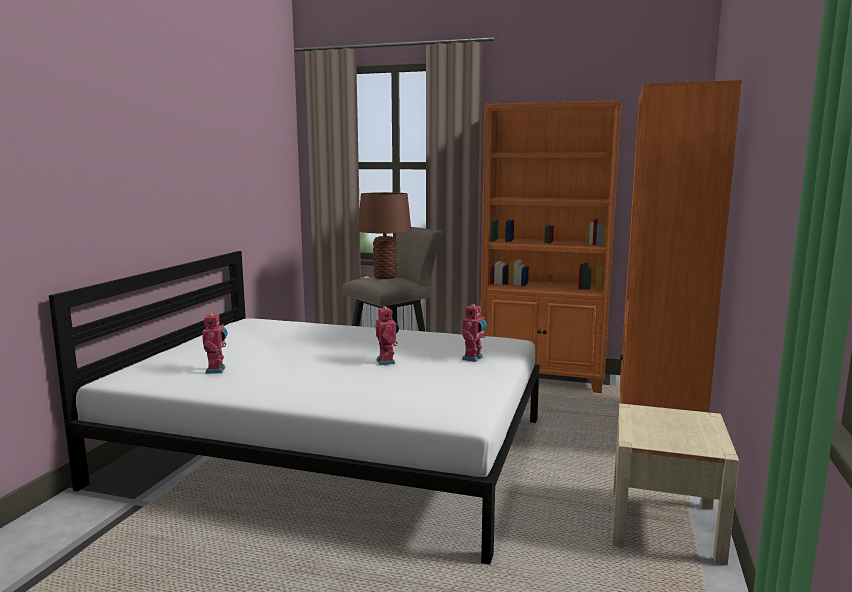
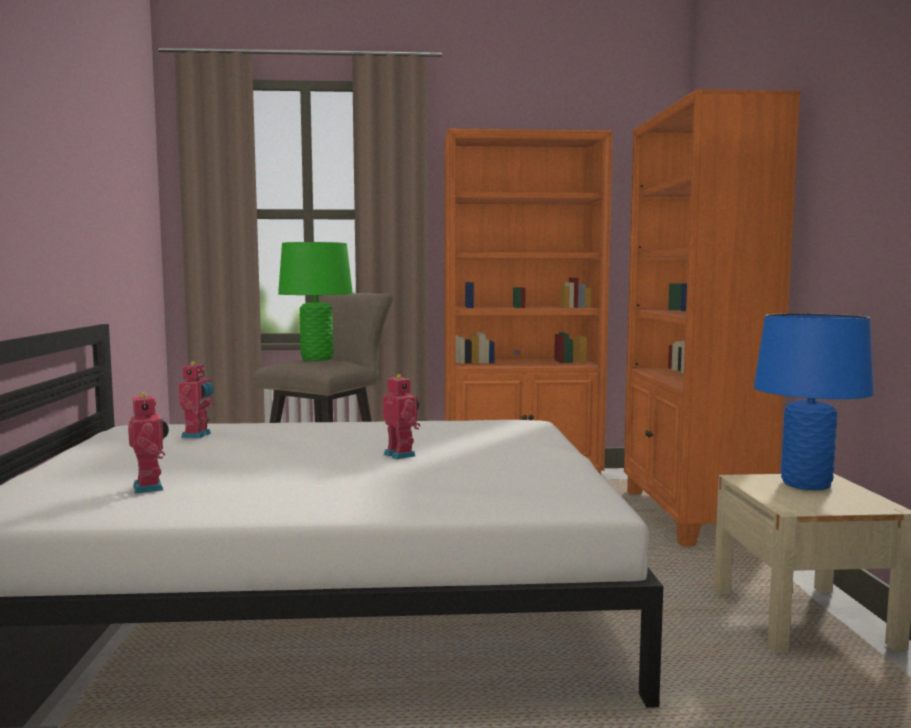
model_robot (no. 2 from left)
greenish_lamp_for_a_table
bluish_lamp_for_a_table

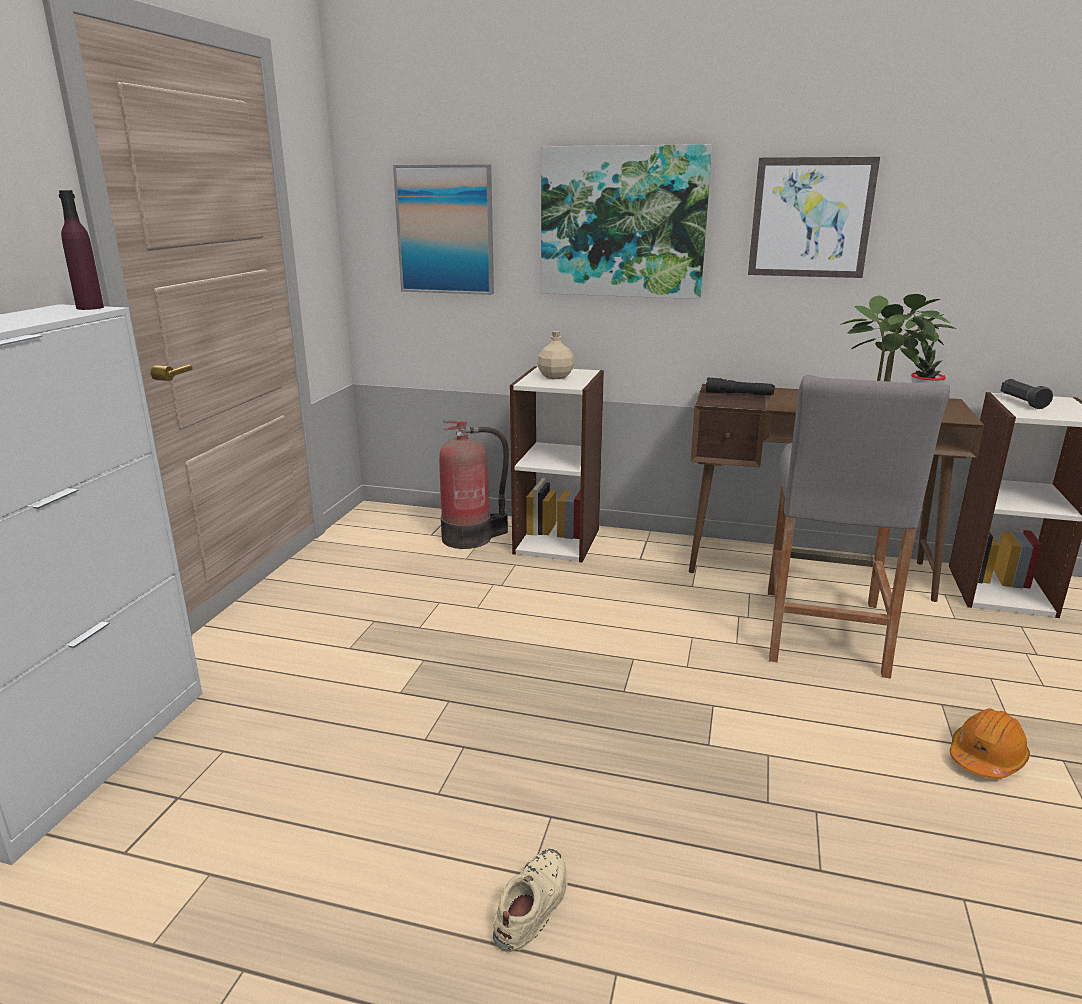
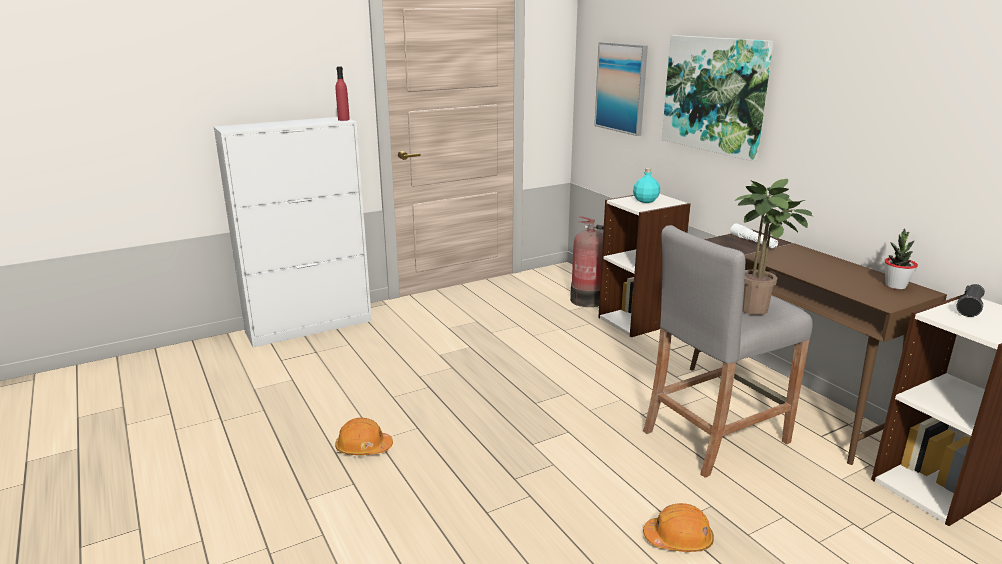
red_beverage_bottle
orange-coloured_work_helmet (no. 1 from left)
blue-green_beverage_bottle
white_flashlight
picture (no. 3 from left in the first image)

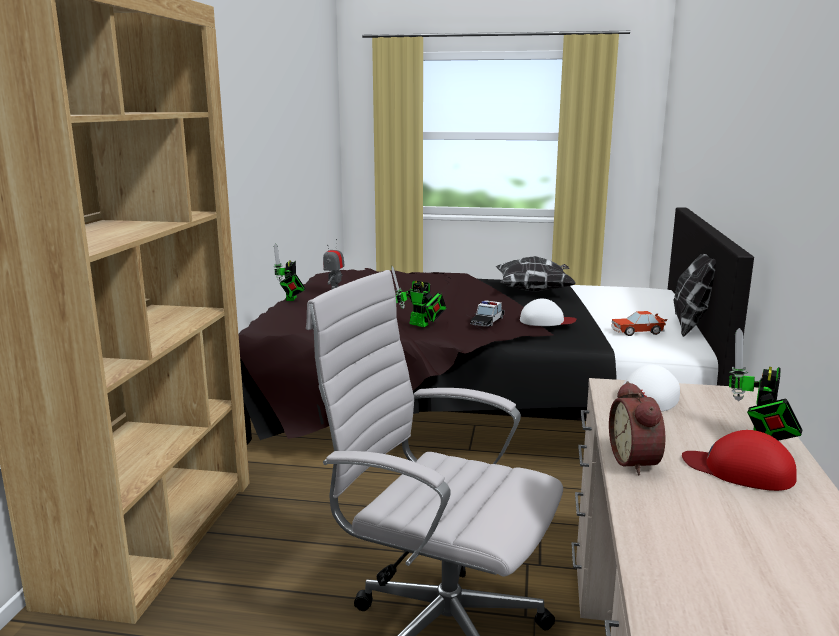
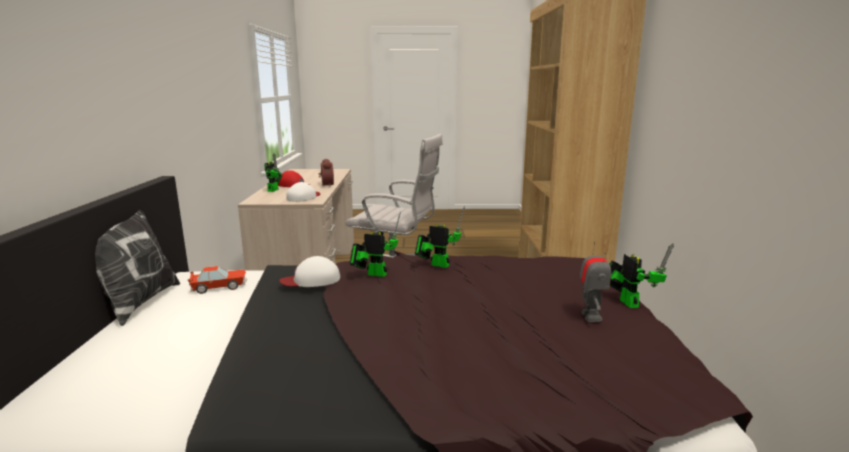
model_robot (no. 2 from left)
cushion (no. 1 from left in the first image)

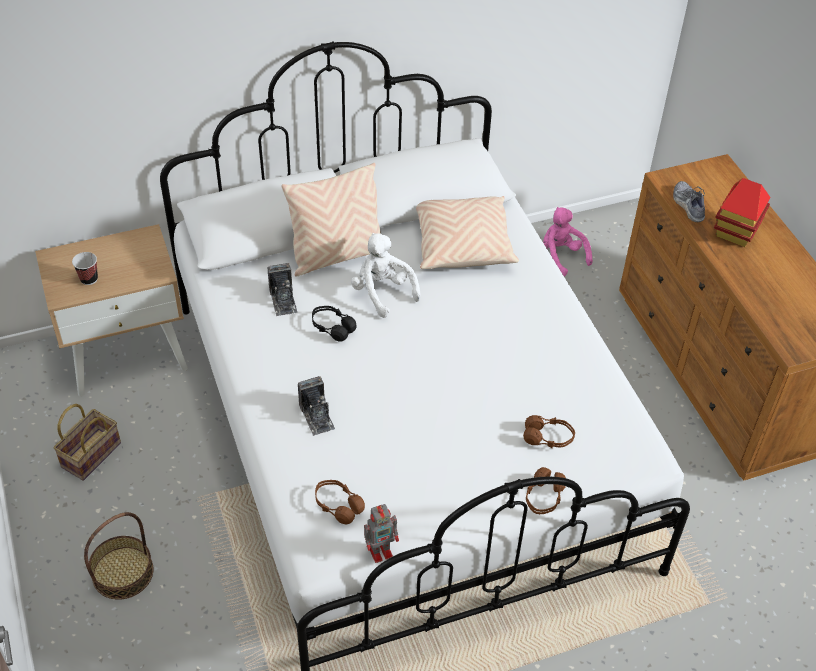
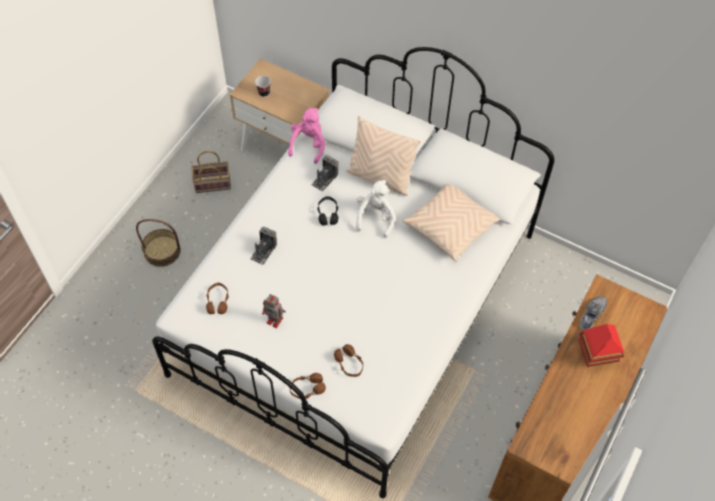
model_robot
pinkish_soft_toy

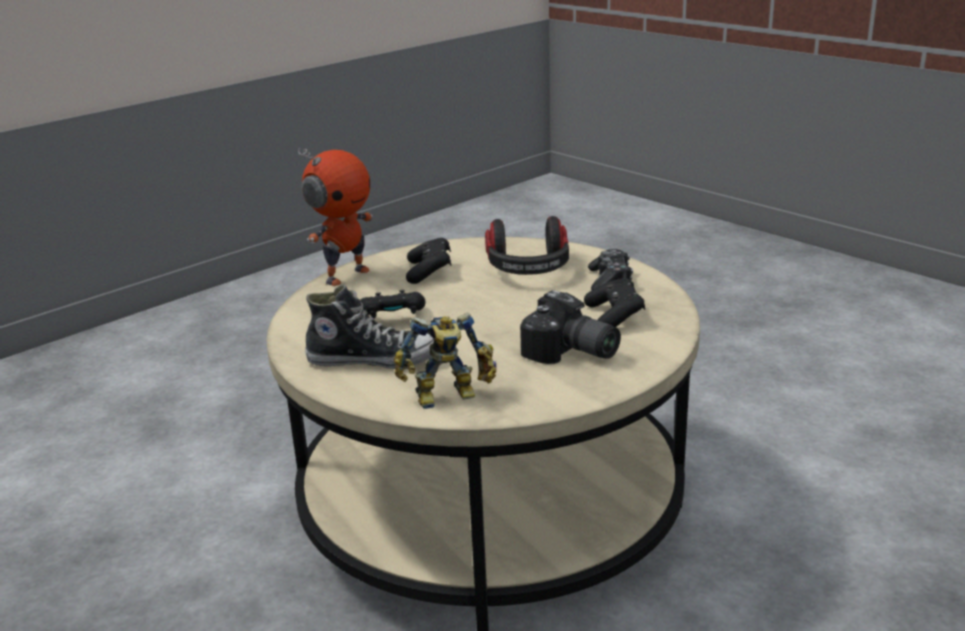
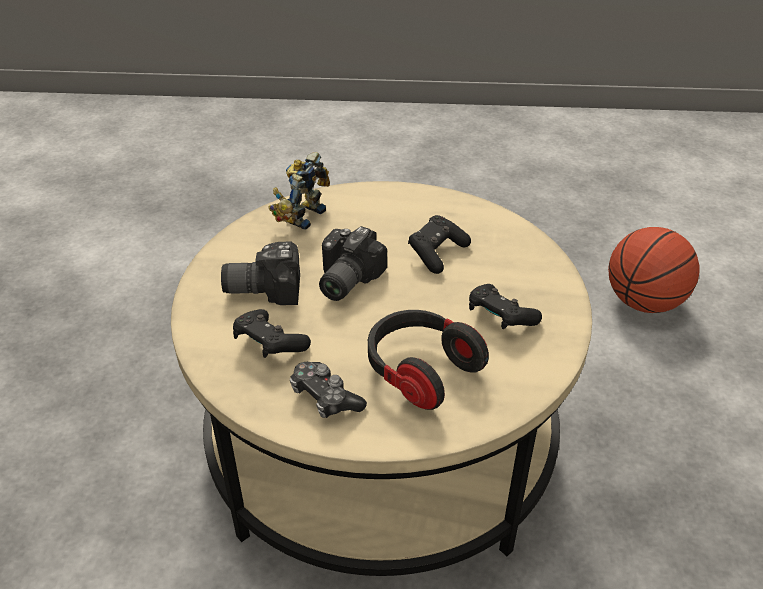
photo_camera (no. 2 from left)
basketball_ball
model_robot (no. 1 from left in the first image)
shoe

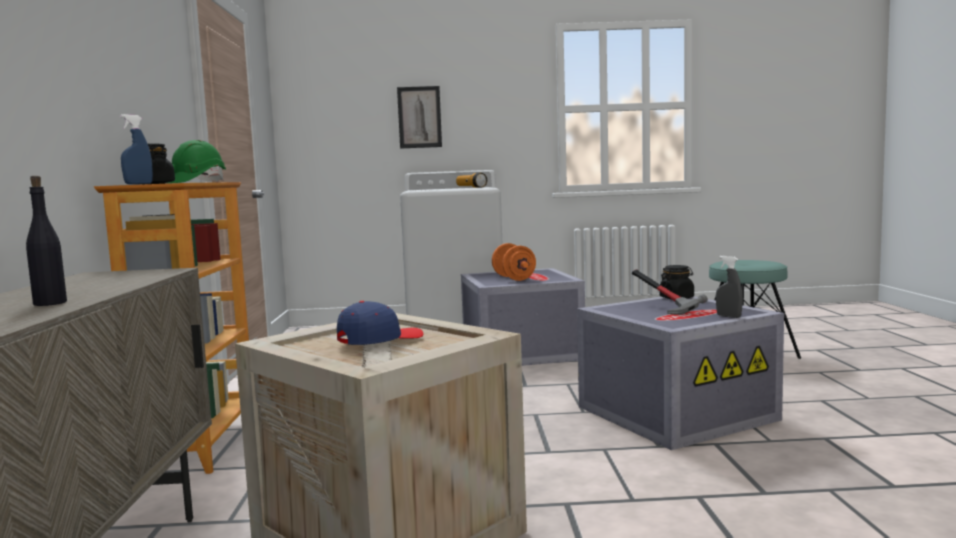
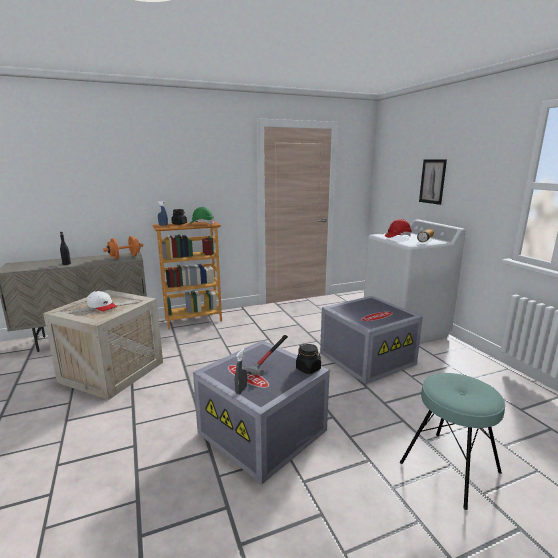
white_cap
orange-coloured_dumbbell
red_work_helmet

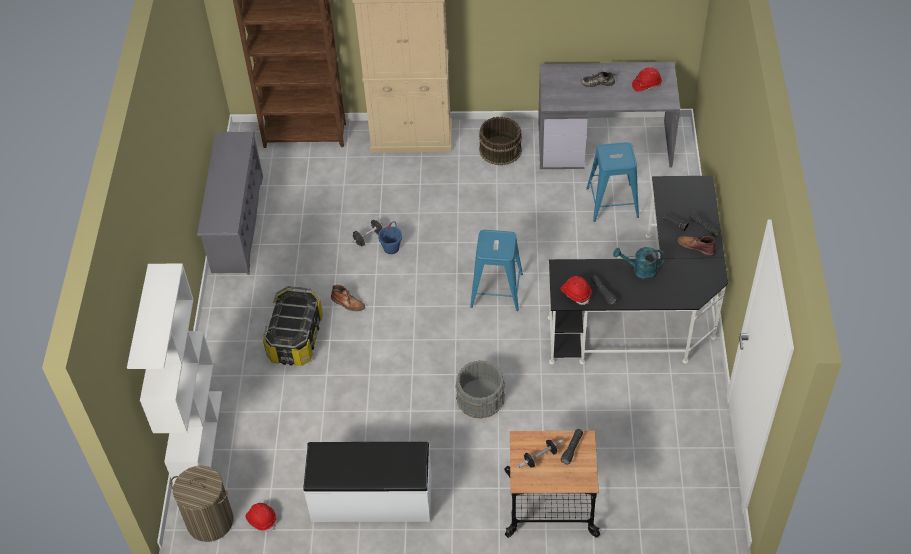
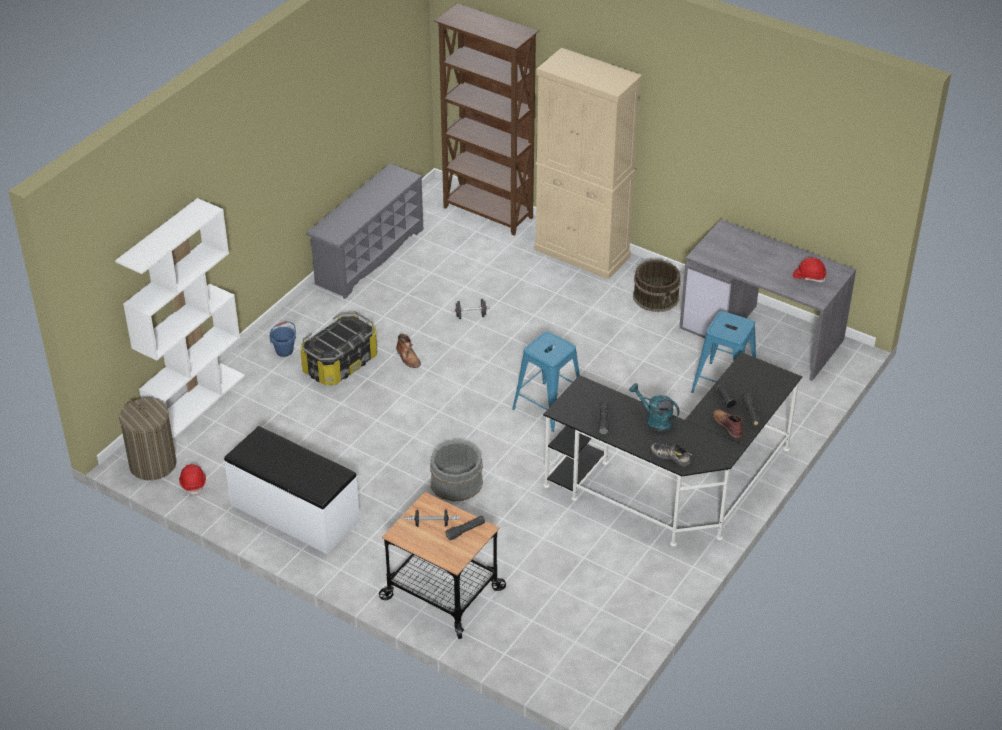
bluish_water_bucket
shoe
red_work_helmet (no. 2 from left in the first image)

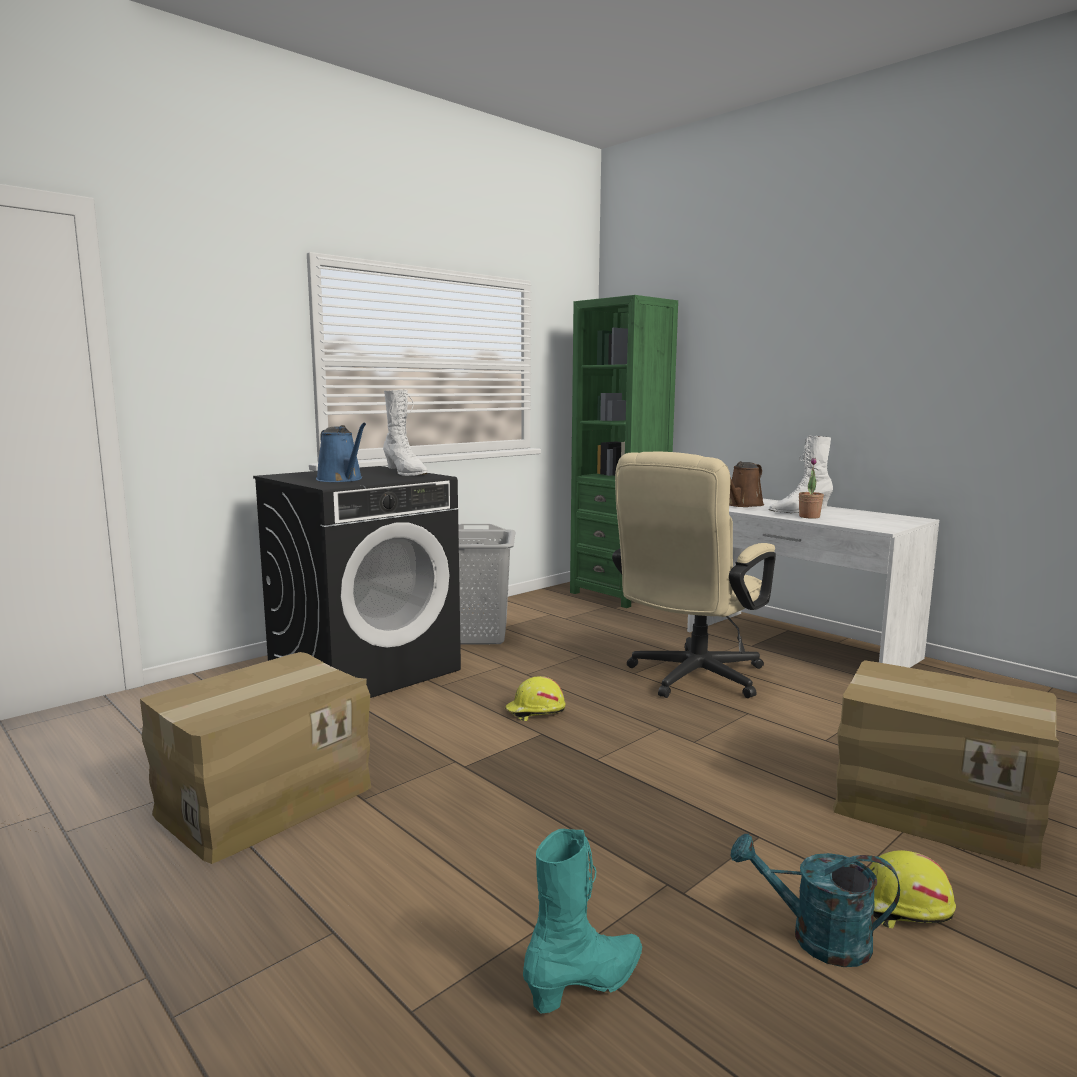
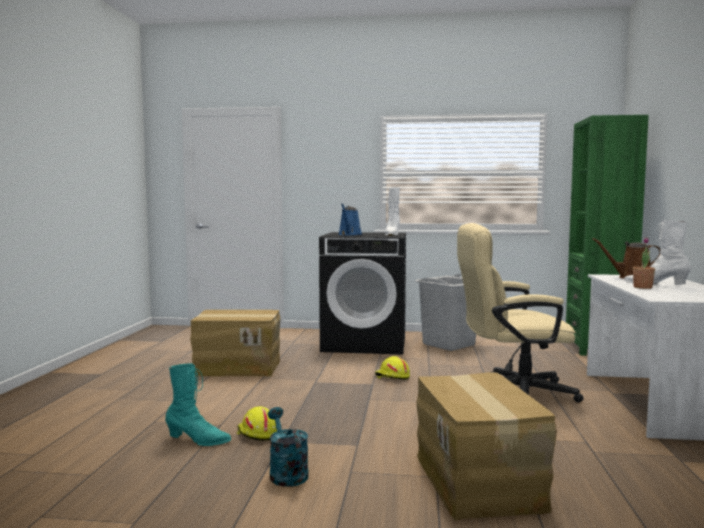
yellow_work_helmet (no. 1 from left)

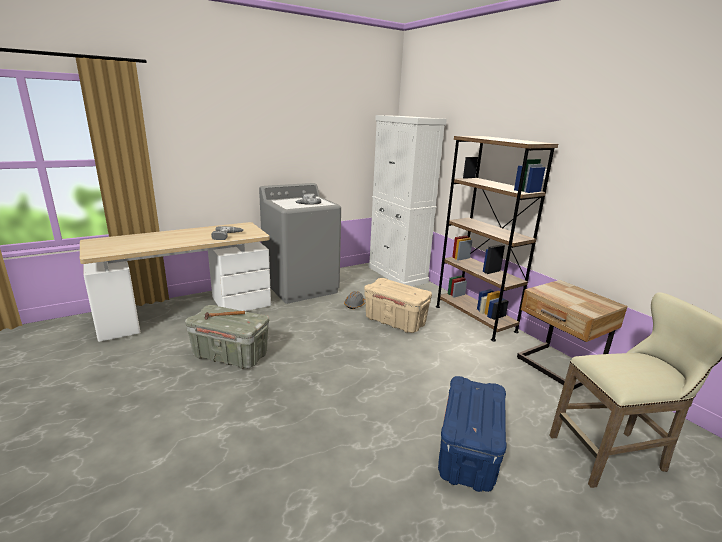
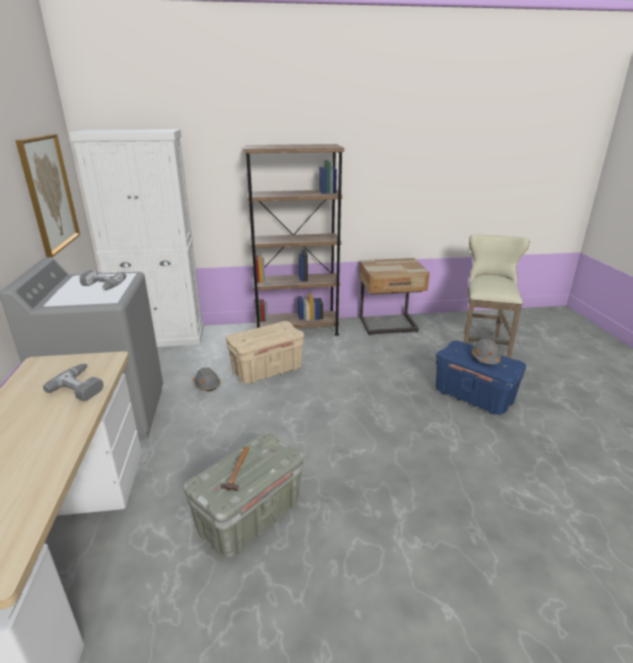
picture
grey_work_helmet (no. 2 from left)

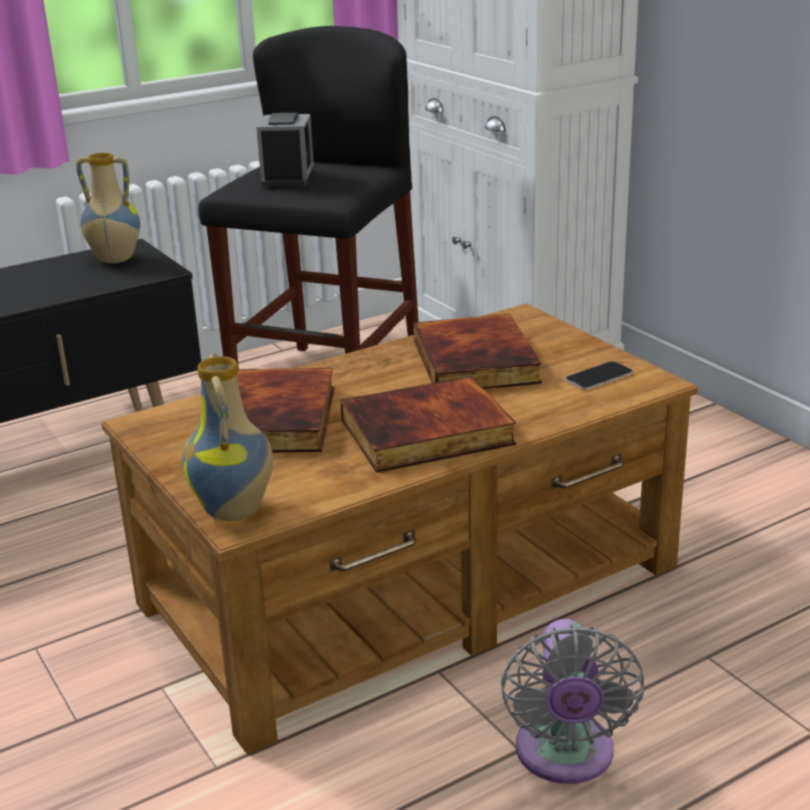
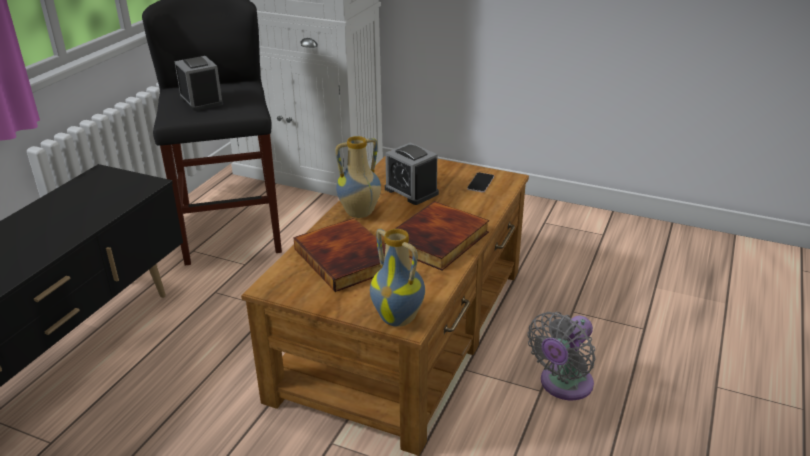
decorative_vase (no. 1 from left)
bedside_clock (no. 2 from left)
grey_electric_fan

